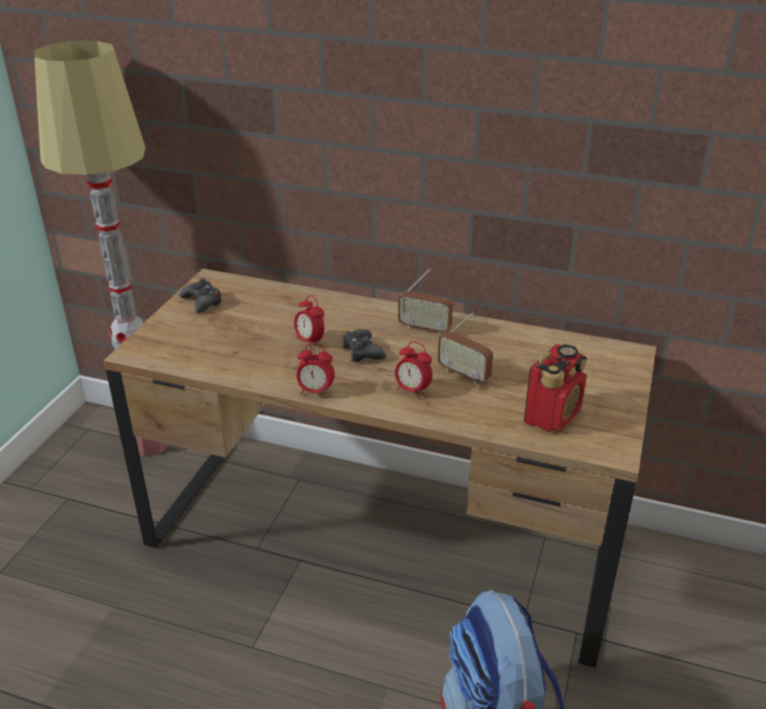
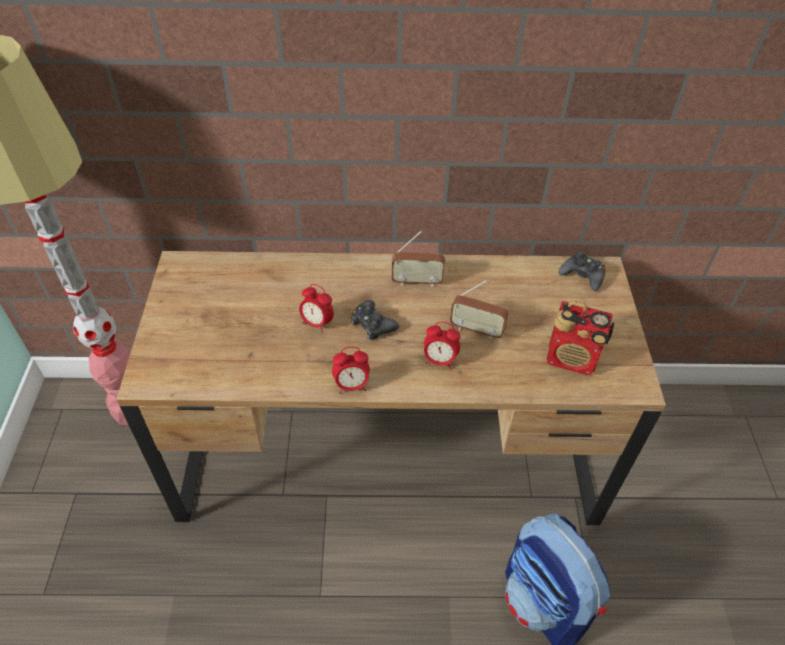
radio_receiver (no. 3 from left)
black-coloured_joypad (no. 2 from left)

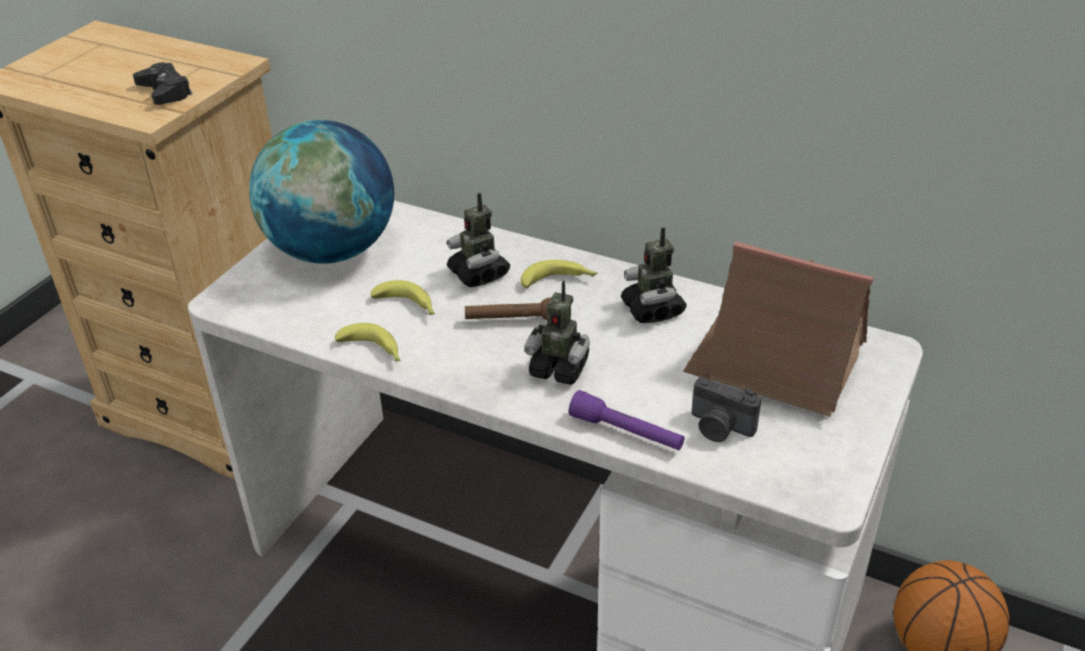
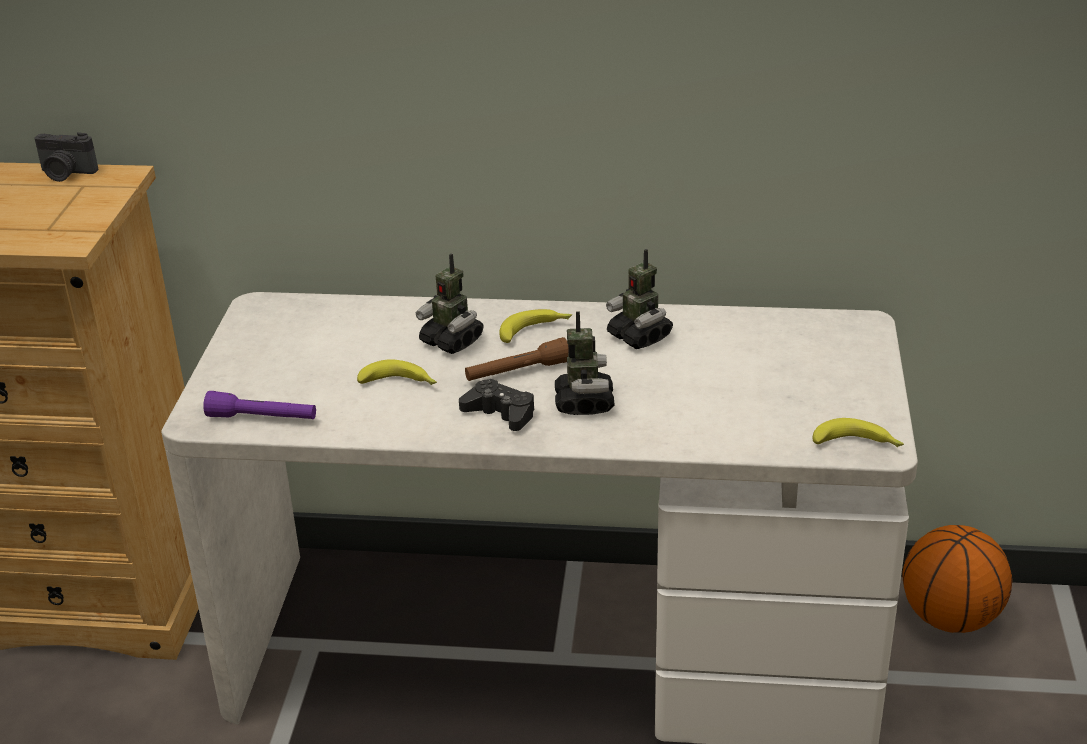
photo_camera
purplish_flashlight
black-coloured_joypad
model_robot (no. 2 from left)
banana (no. 3 from left)
world_globe
miniature_house

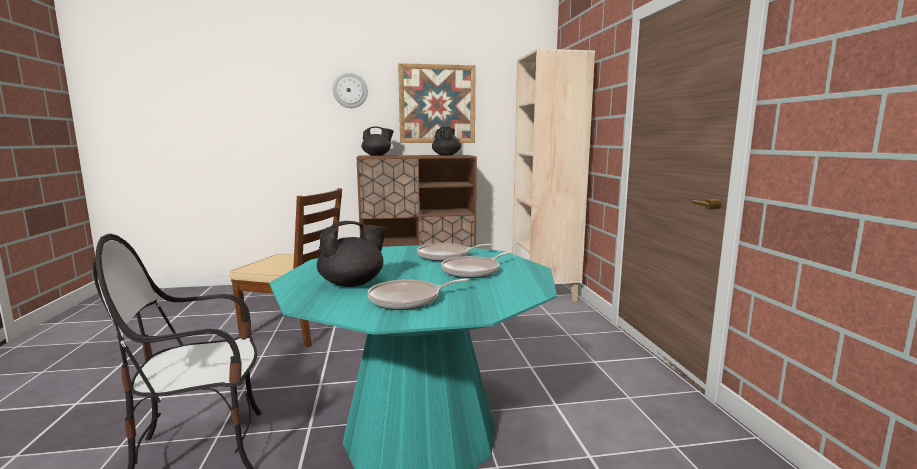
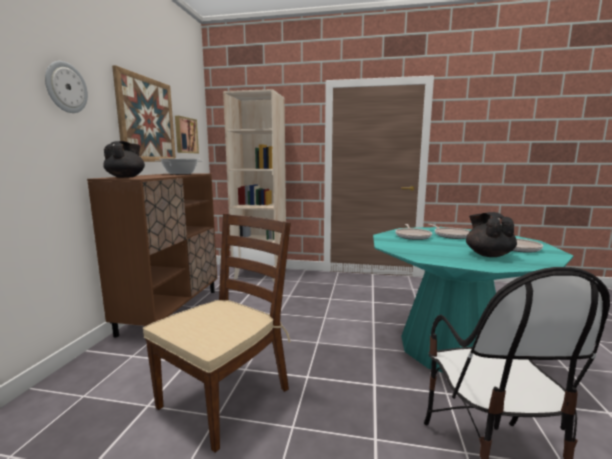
cooking_pot
picture (no. 2 from left)

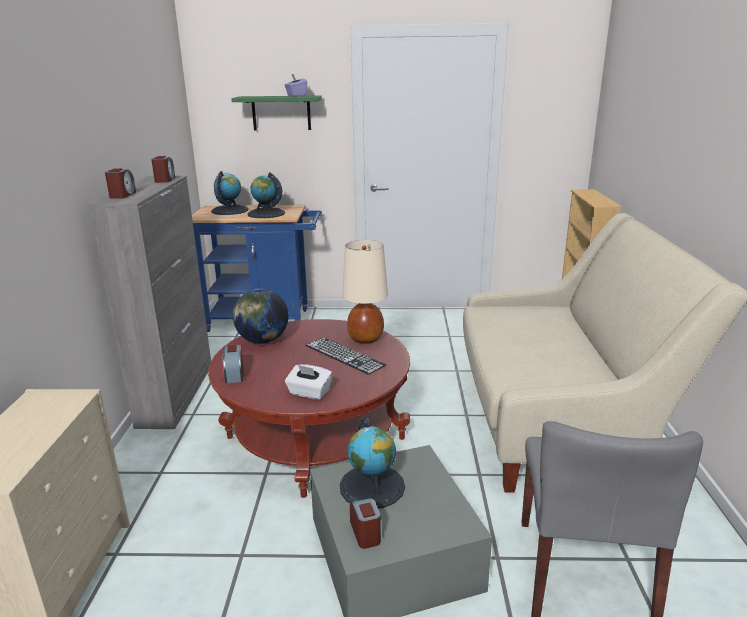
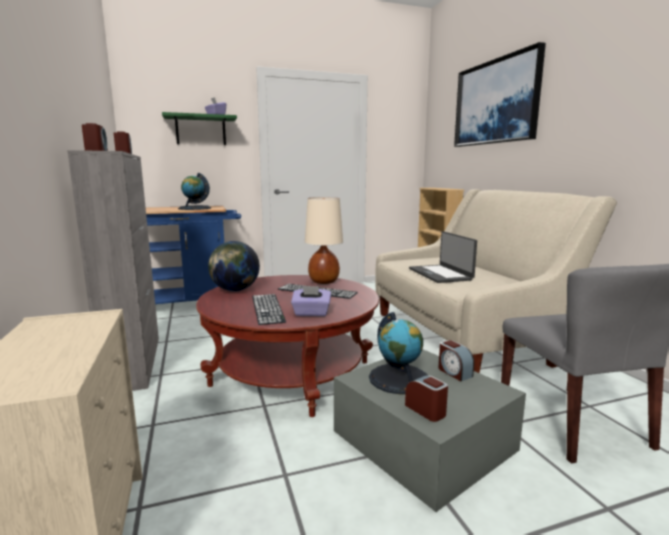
computer_keyboard (no. 1 from left)
purplish_box_of_tissues (no. 2 from left)
laptop
bedside_clock (no. 4 from left)
picture
world_globe (no. 1 from left in the first image)

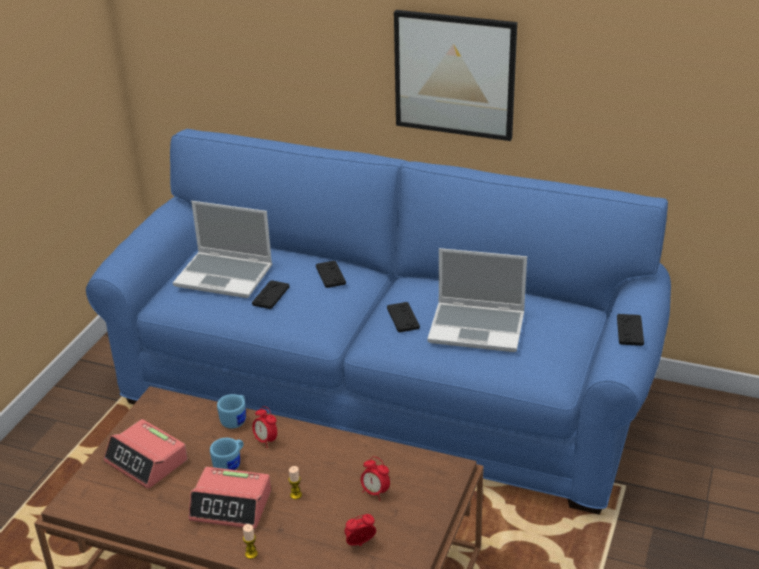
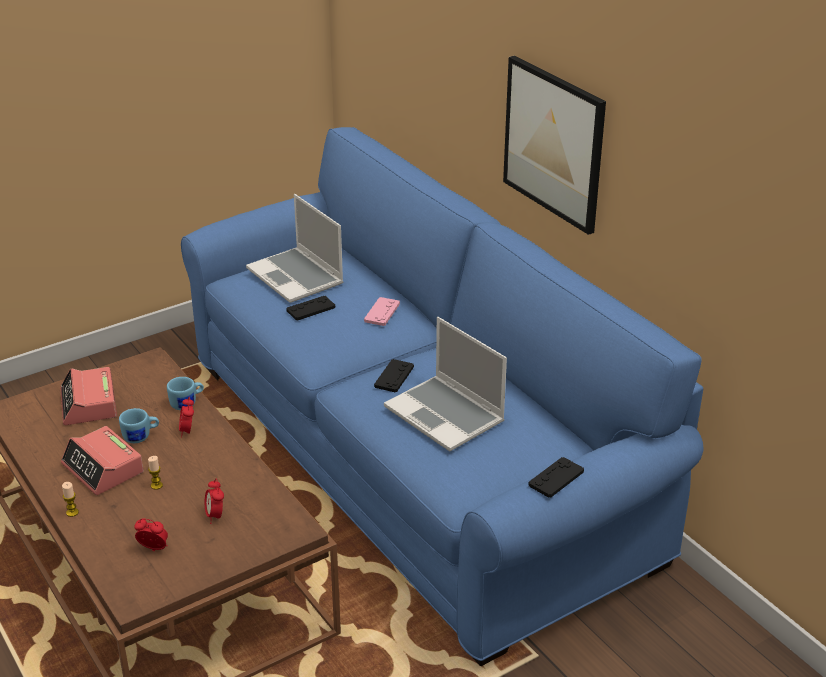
pinkish_joypad

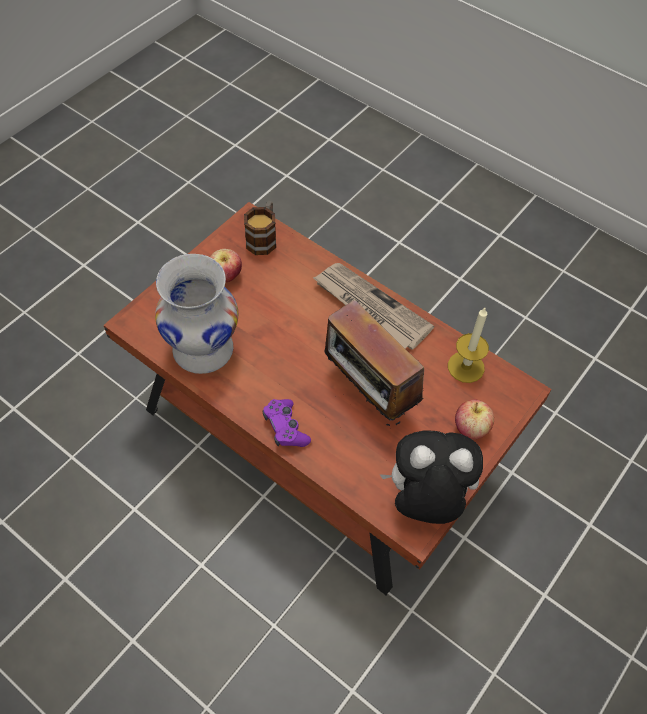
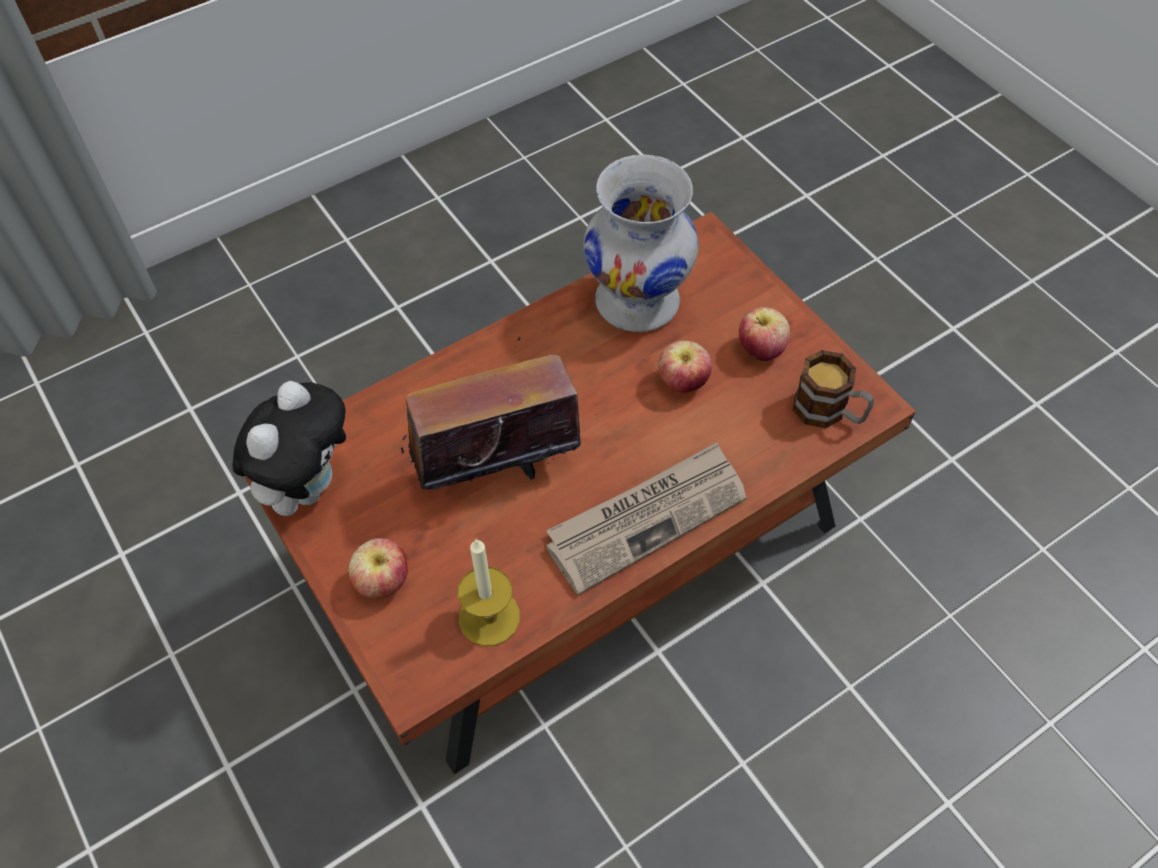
whole_apple (no. 2 from left)
purplish_joypad

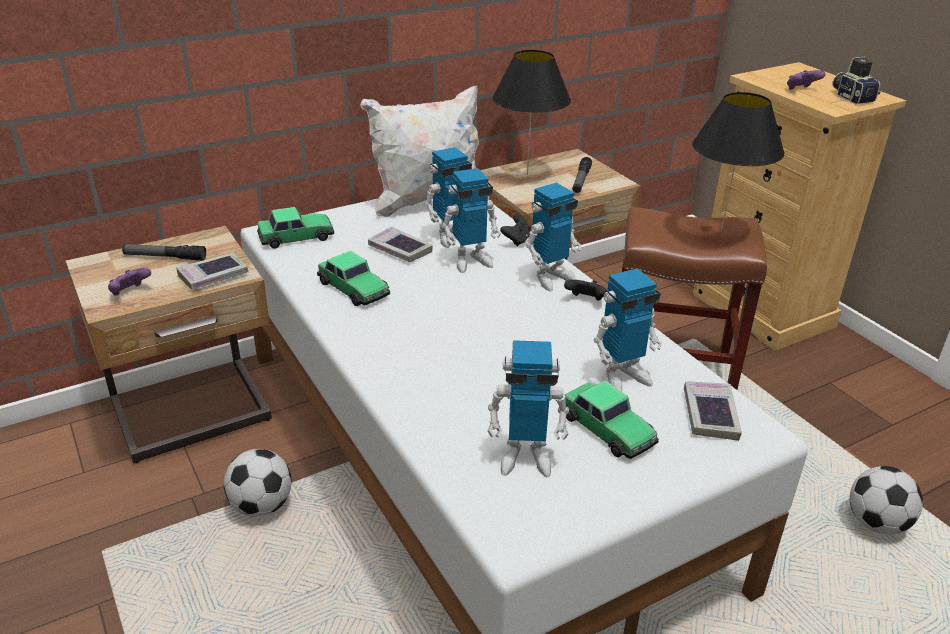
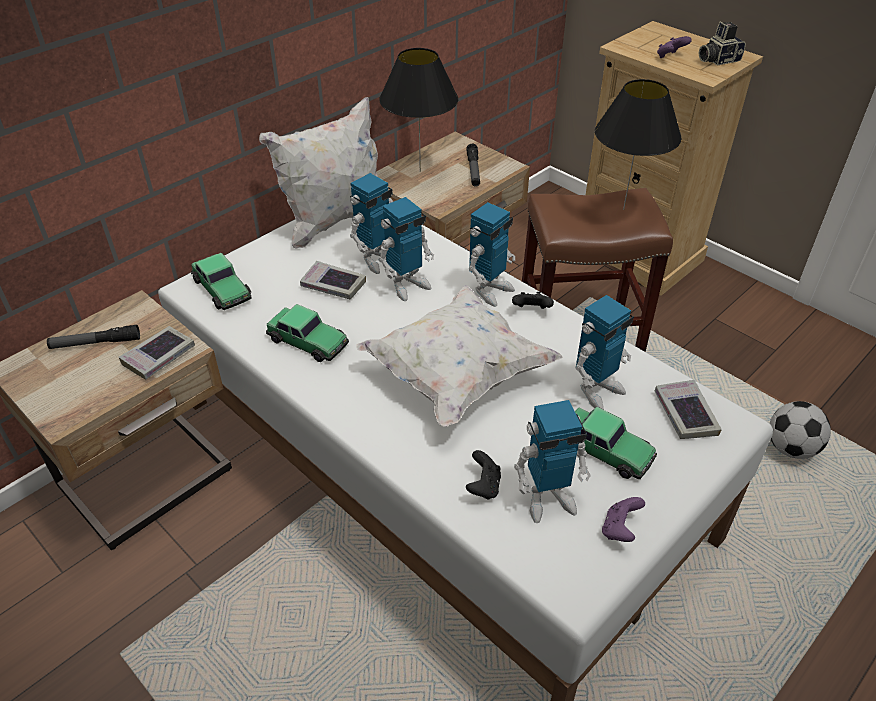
miniature_car (no. 1 from left)
white_cushion (no. 2 from left)
black-coloured_joypad (no. 1 from left)
purplish_joypad (no. 1 from left)
photo_camera
ball_for_football (no. 1 from left in the first image)

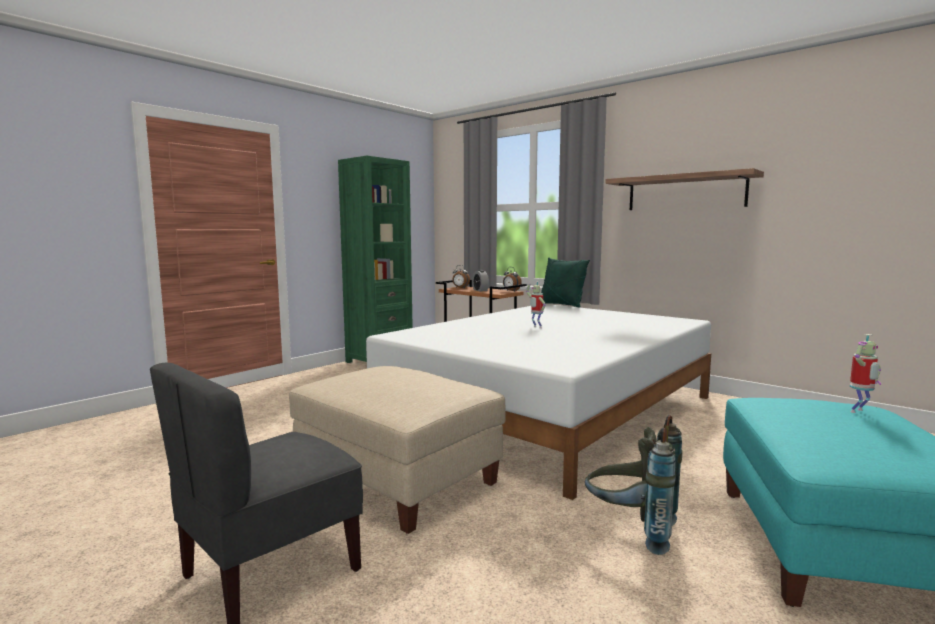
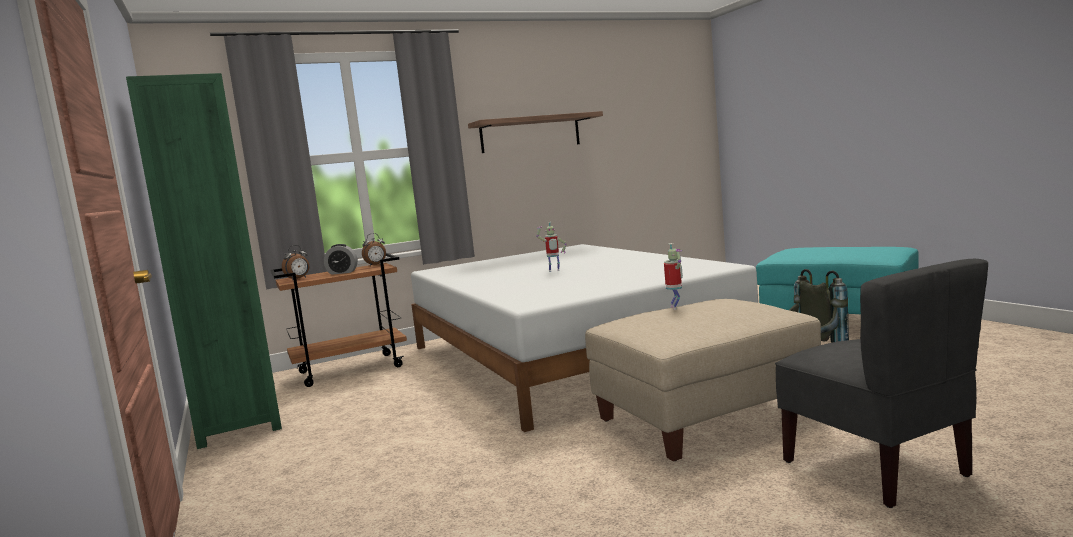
model_robot (no. 2 from left)
greenish_cushion

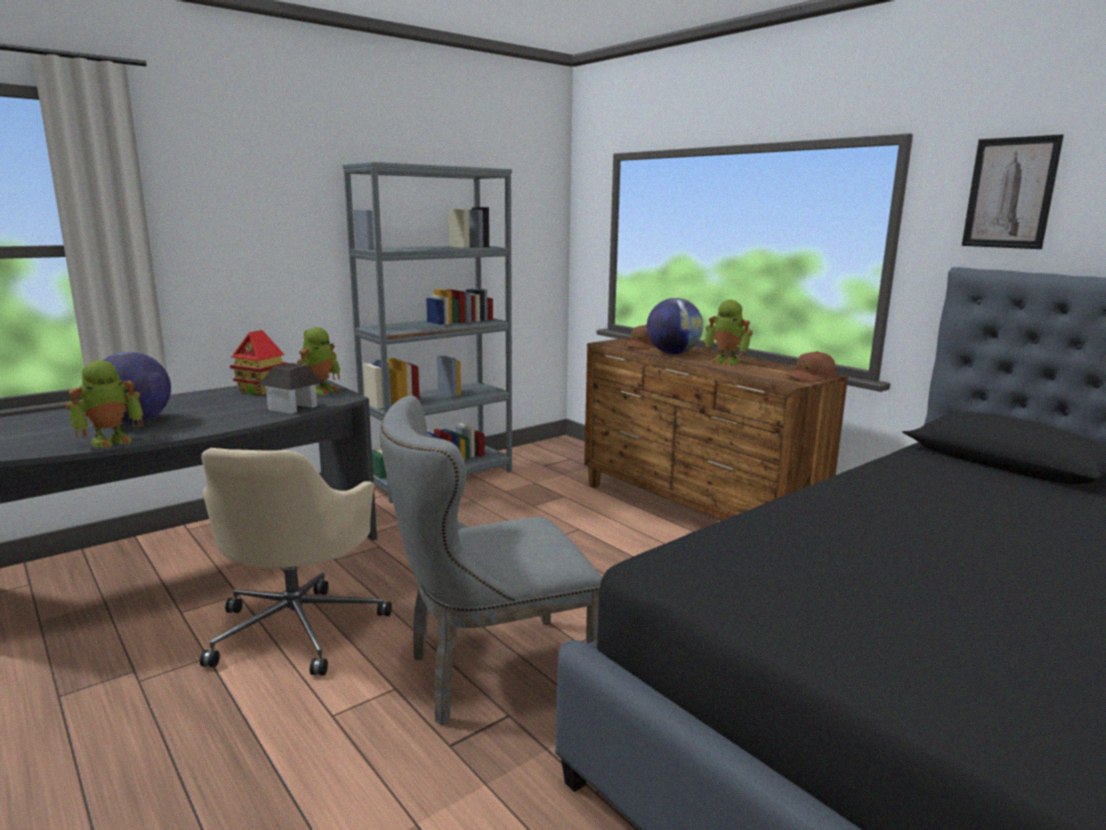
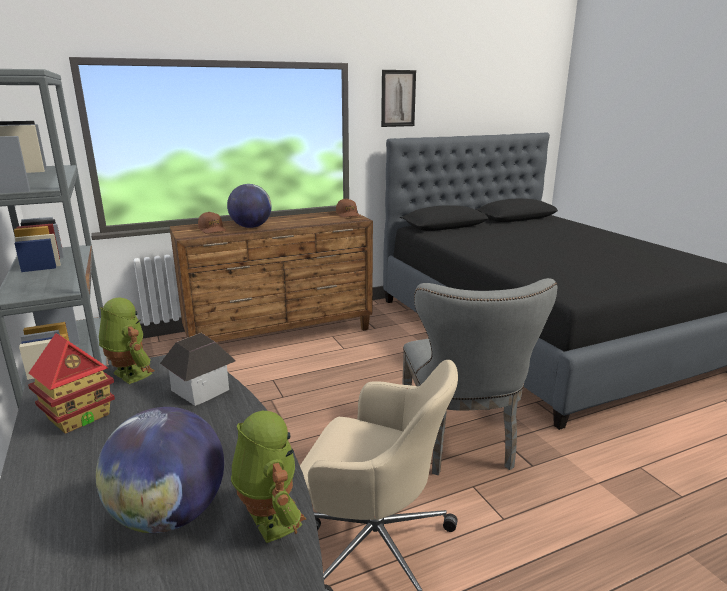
model_robot (no. 3 from left in the first image)

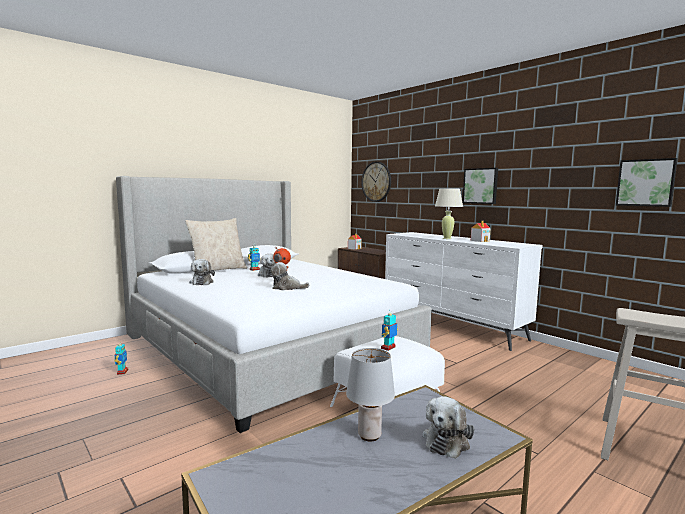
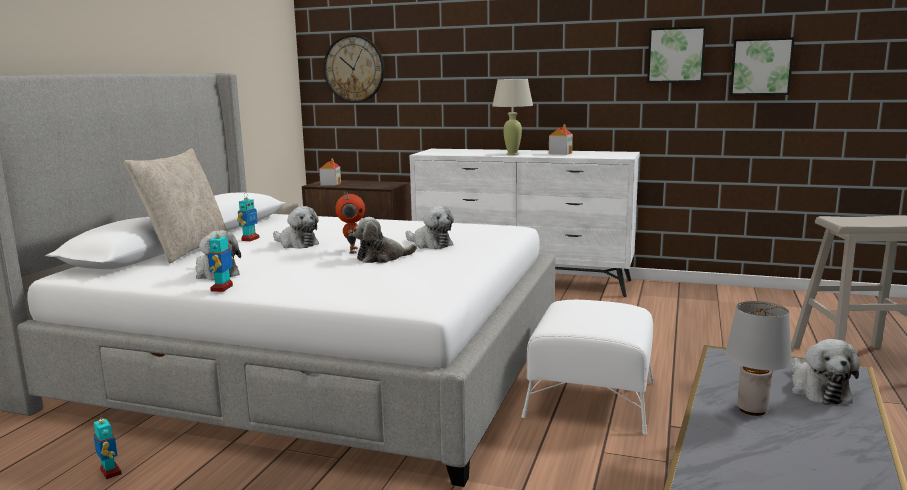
model_robot (no. 2 from left)
soft_toy (no. 4 from left)
picture (no. 1 from left)

